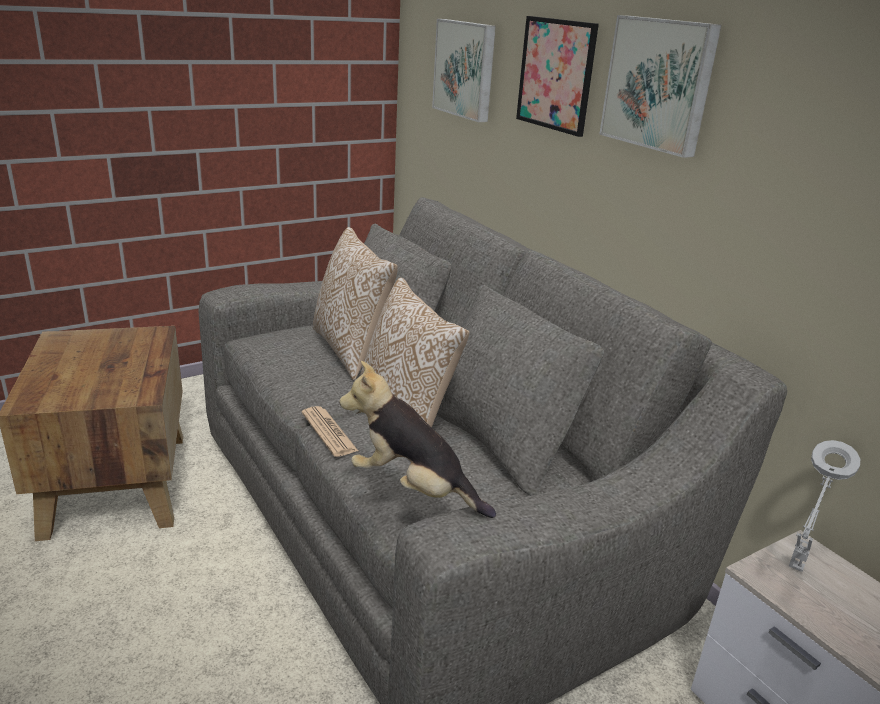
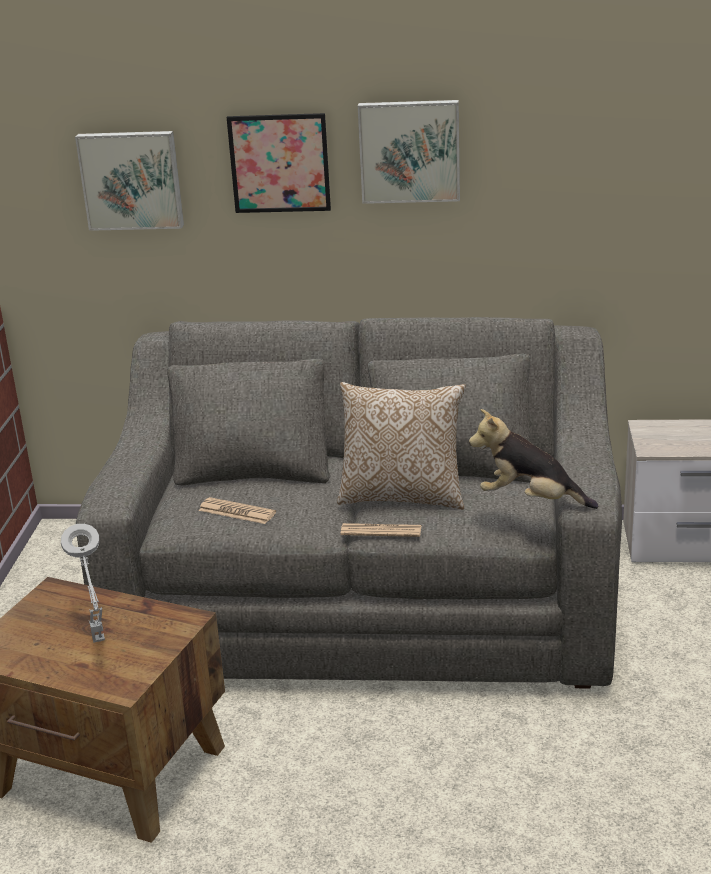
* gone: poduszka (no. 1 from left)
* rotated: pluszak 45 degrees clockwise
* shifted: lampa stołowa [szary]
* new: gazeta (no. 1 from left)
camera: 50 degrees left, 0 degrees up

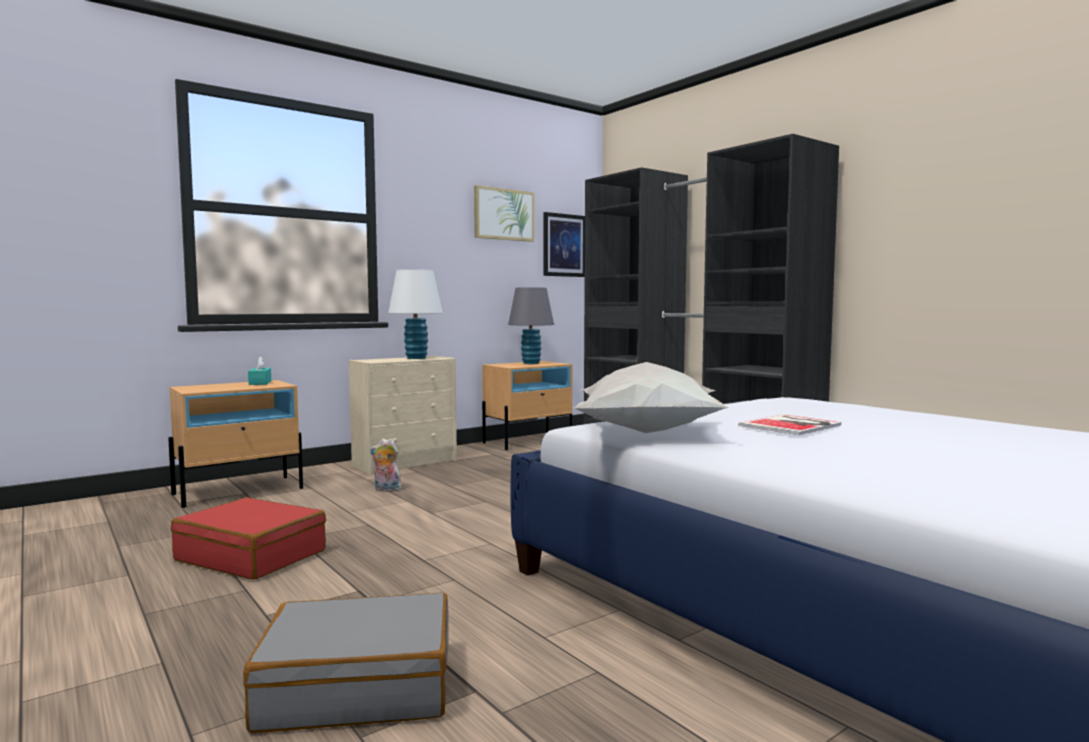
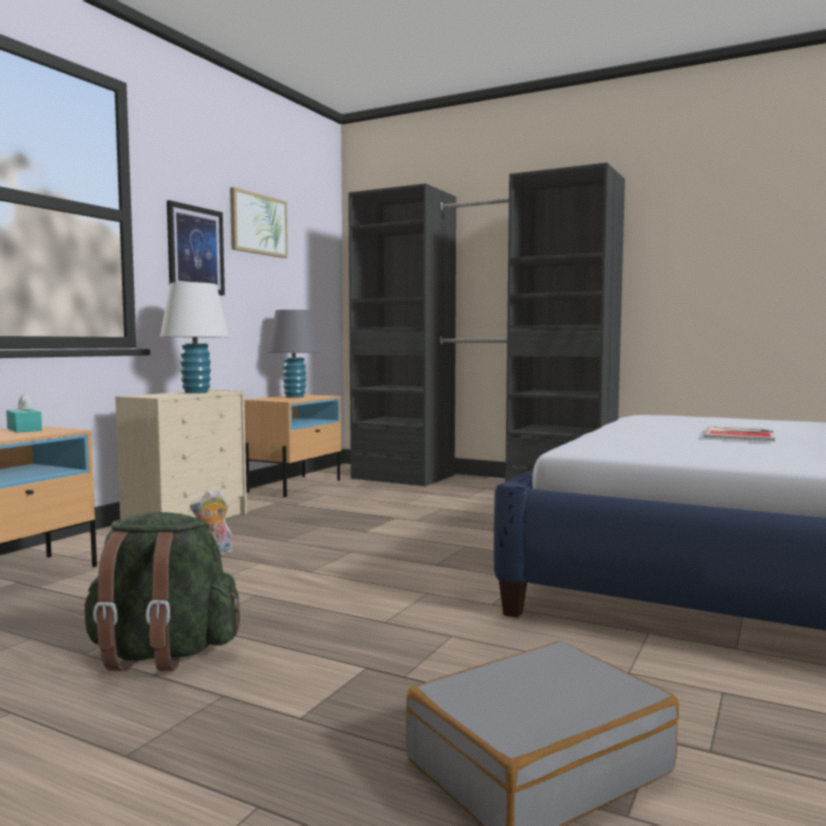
* swapped: walizka [czerwony] to plecak [zielony]
* shifted: obraz (no. 2 from left in the first image) to obraz (no. 1 from left)
* gone: poduszka [biały]
camera: 25 degrees left, 0 degrees up

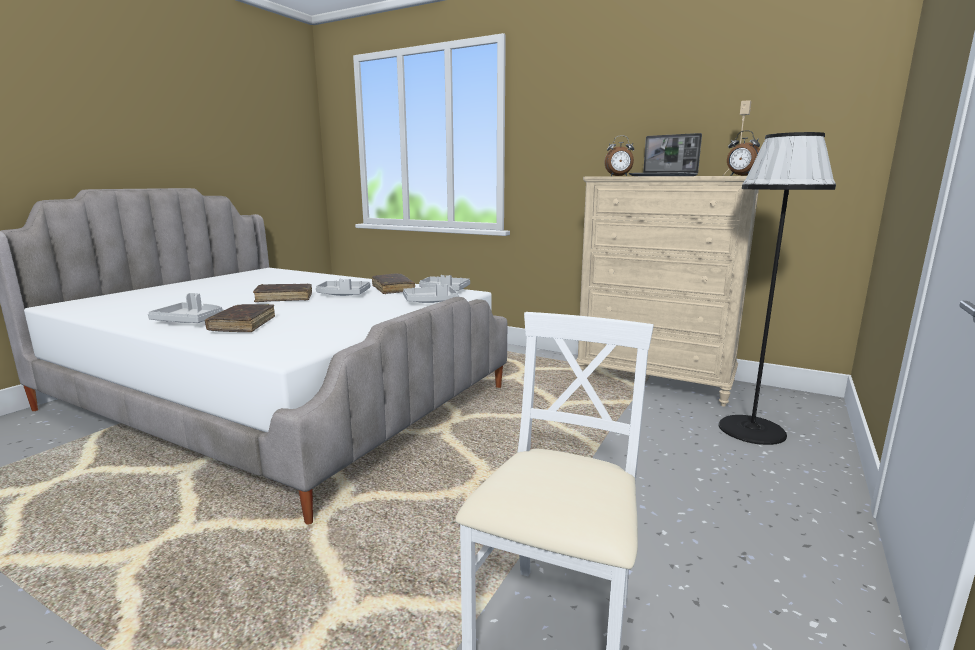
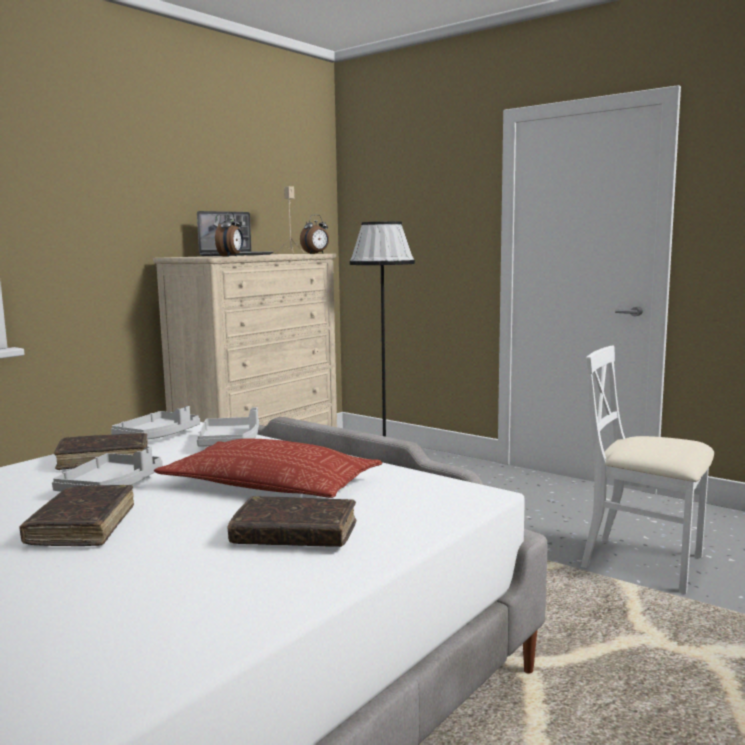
* gone: taca [szary] (no. 1 from left)
* new: poduszka
camera: 80 degrees left, 5 degrees down

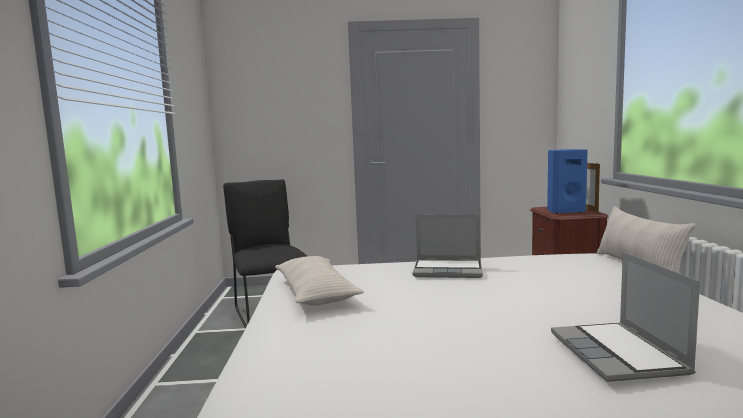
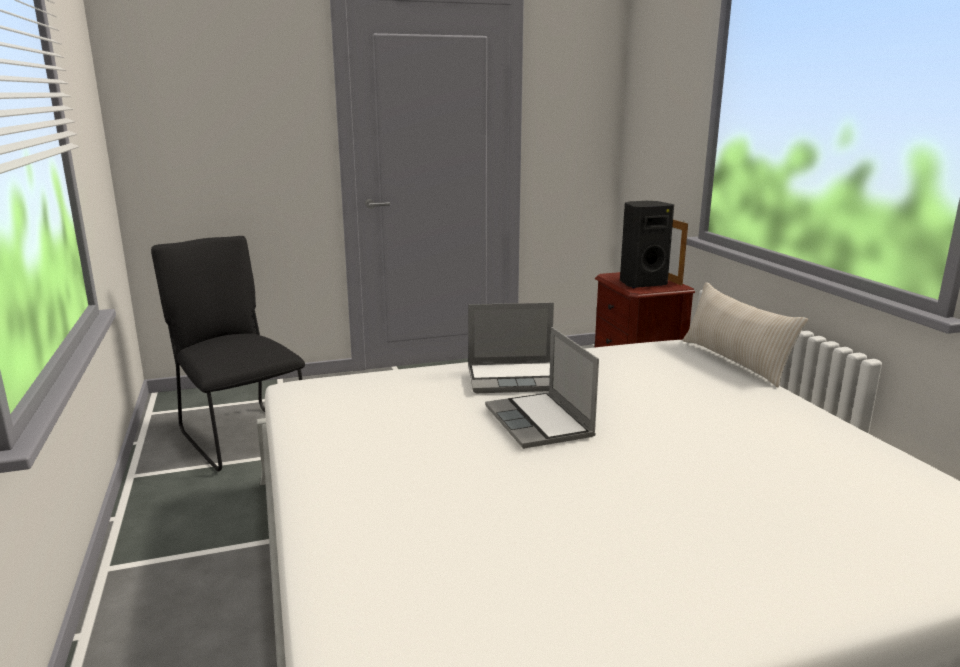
* gone: poduszka [beżowy] (no. 1 from left)
* repainted: głośnik [niebieski] to głośnik [czarny]
* shifted: laptop (no. 2 from left)
camera: 15 degrees left, 10 degrees up

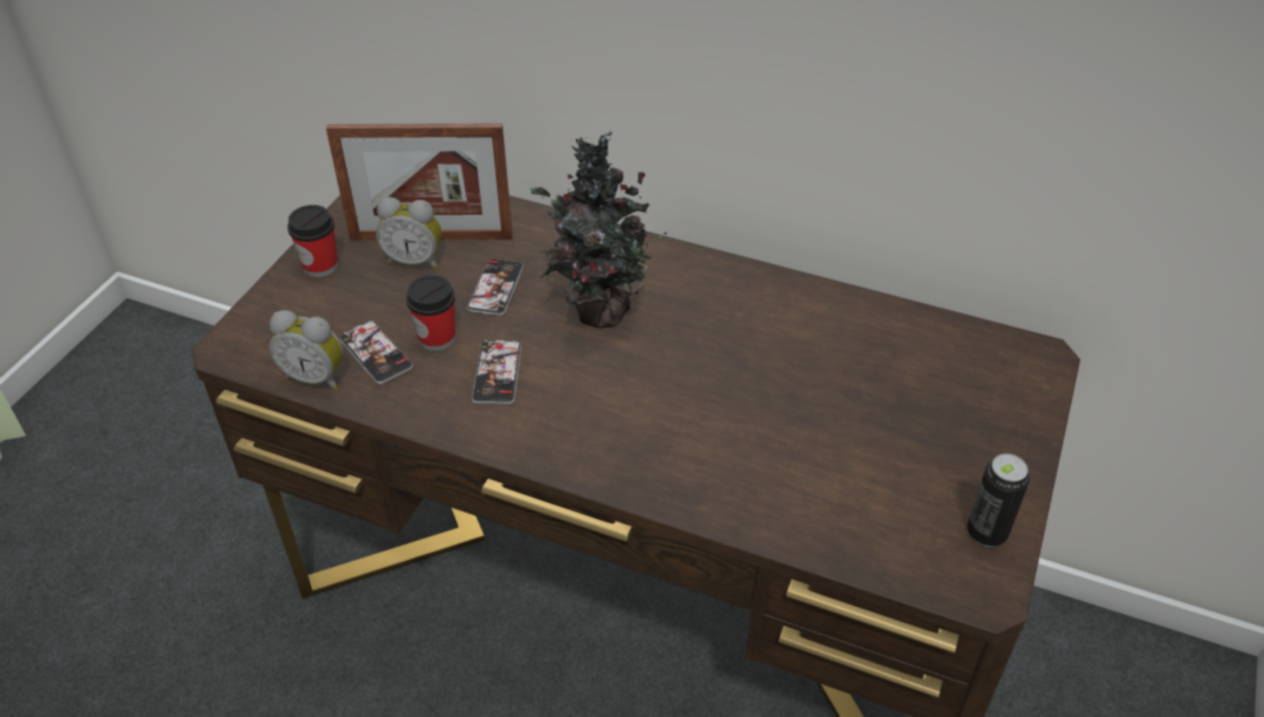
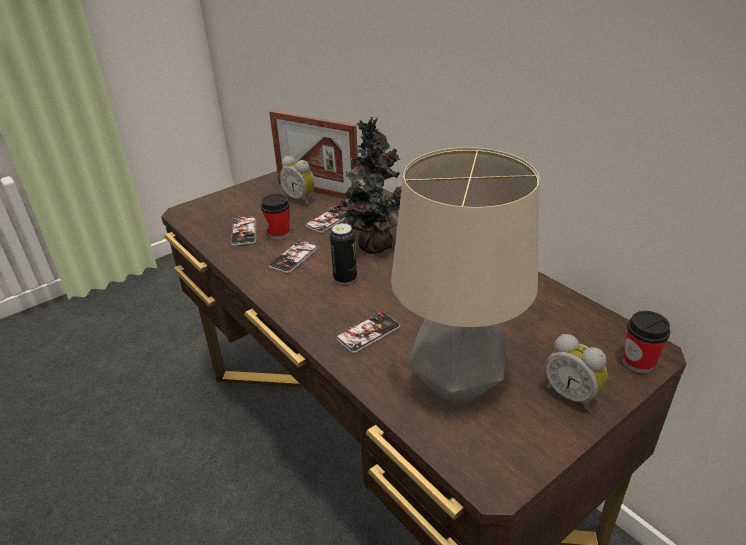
* shifted: budzik (no. 1 from left in the first image) to budzik (no. 2 from left)
* shifted: filiżanka (no. 1 from left in the first image) to filiżanka (no. 2 from left)
* shifted: puszka
* new: telefon (no. 4 from left)
* new: lampa stołowa
camera: 30 degrees right, 10 degrees down

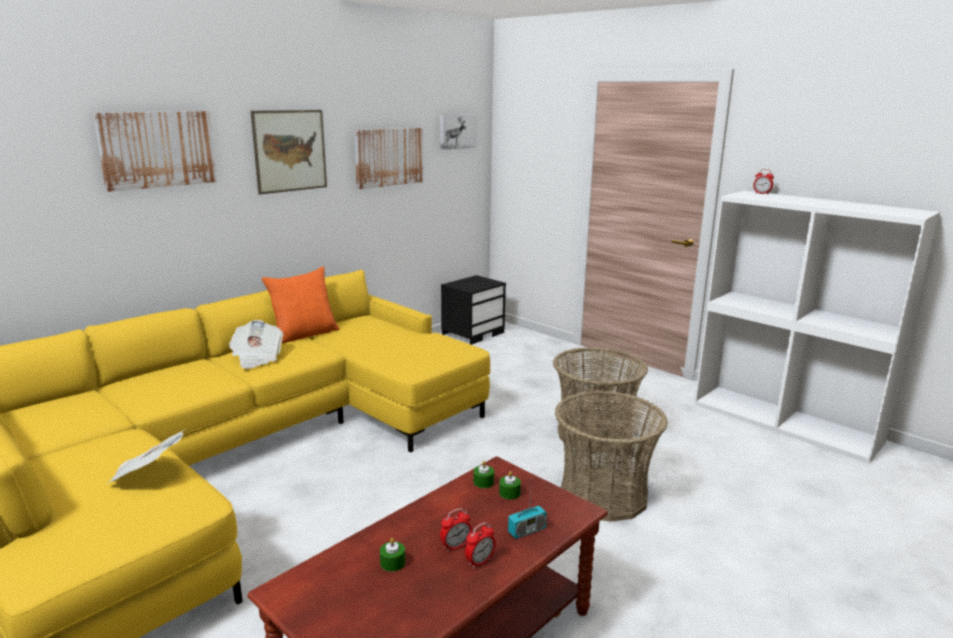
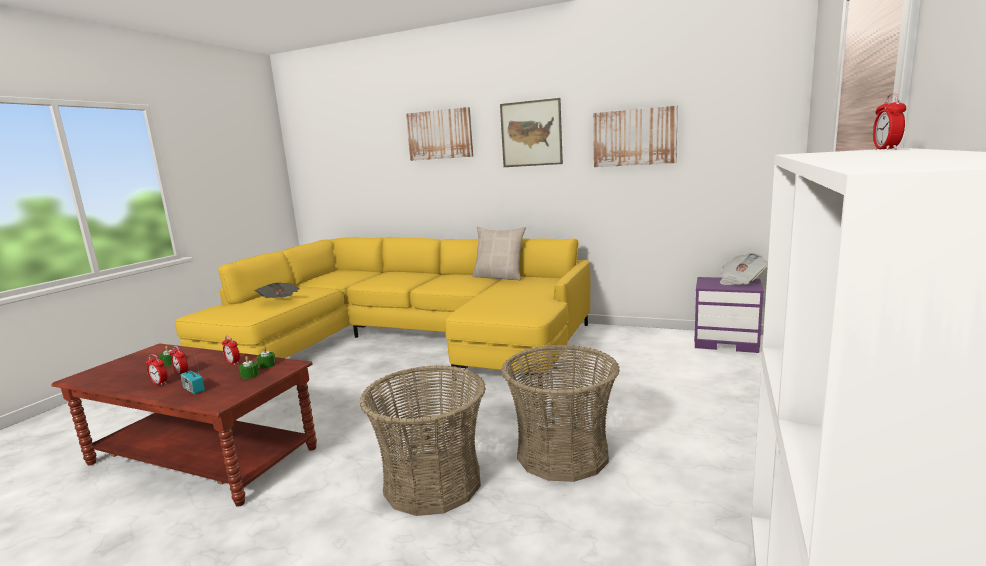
* shifted: gazeta (no. 2 from left)
* repainted: poduszka [pomarańczowy] to poduszka [beżowy]
* gone: obraz (no. 4 from left)
* repainted: szafka nocna [czarny] to szafka nocna [fioletowy]
* new: budzik (no. 3 from left)
camera: 70 degrees right, 5 degrees down

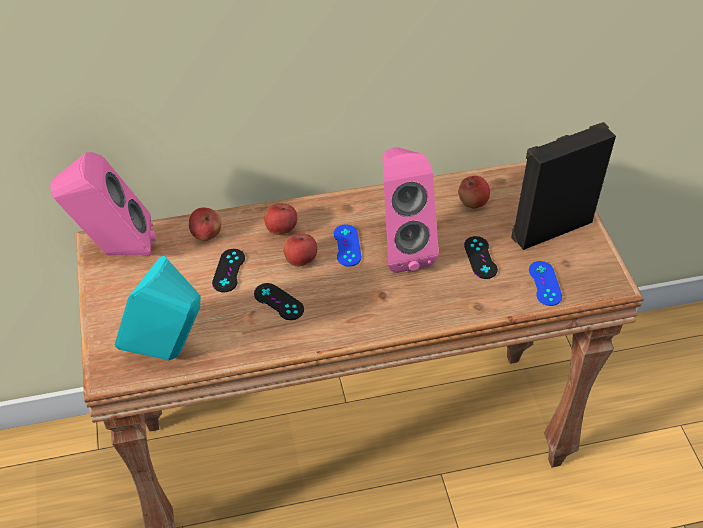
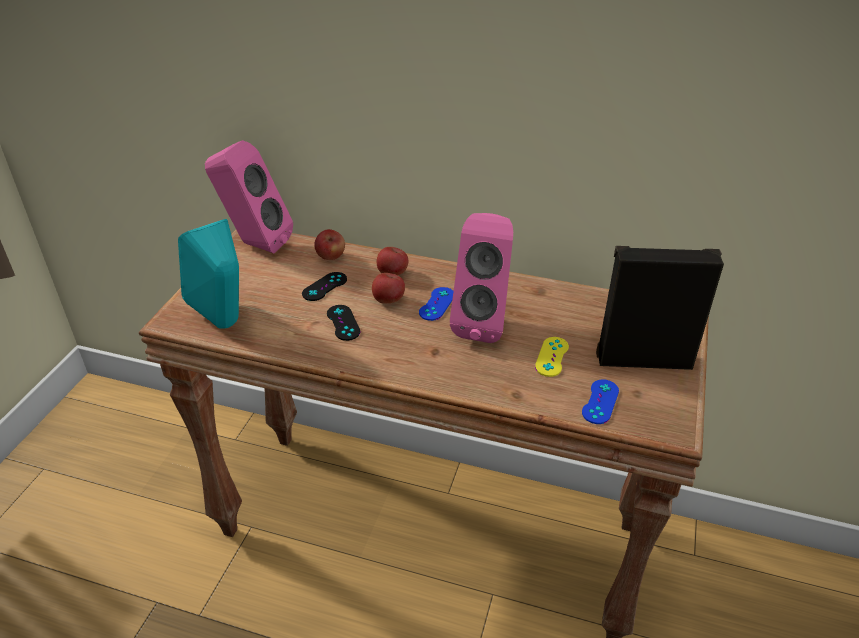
* gone: jabłko (no. 4 from left)
* repainted: pad do gier [czarny] (no. 3 from left) to pad do gier [żółty]
camera: 30 degrees right, 10 degrees down

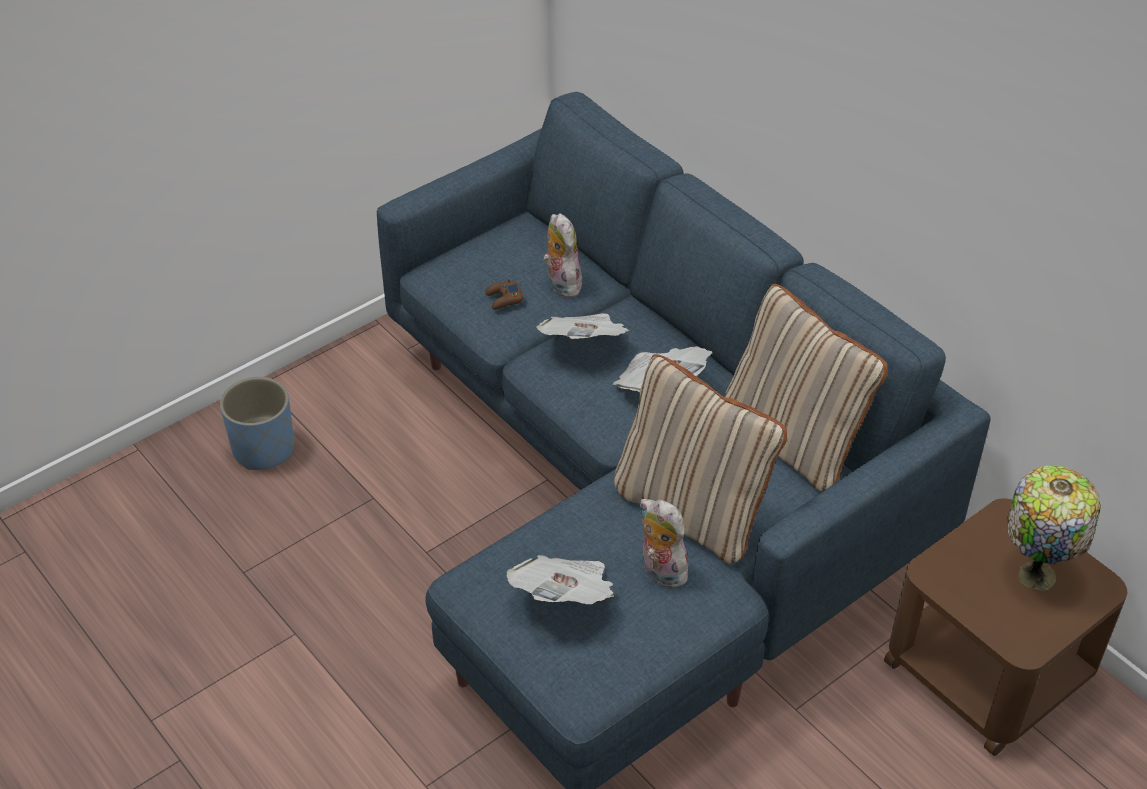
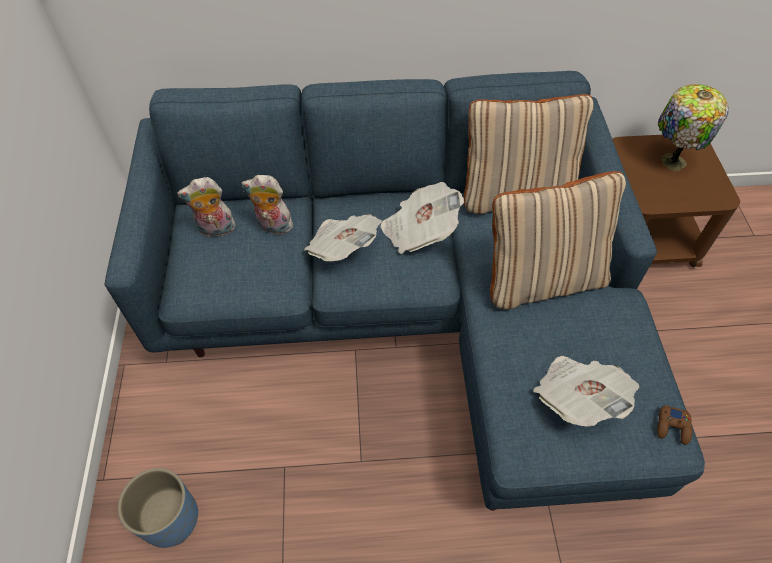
* shifted: pad do gier [brązowy]
* shifted: pluszak (no. 2 from left in the first image) to pluszak (no. 1 from left)
camera: 55 degrees left, 10 degrees up

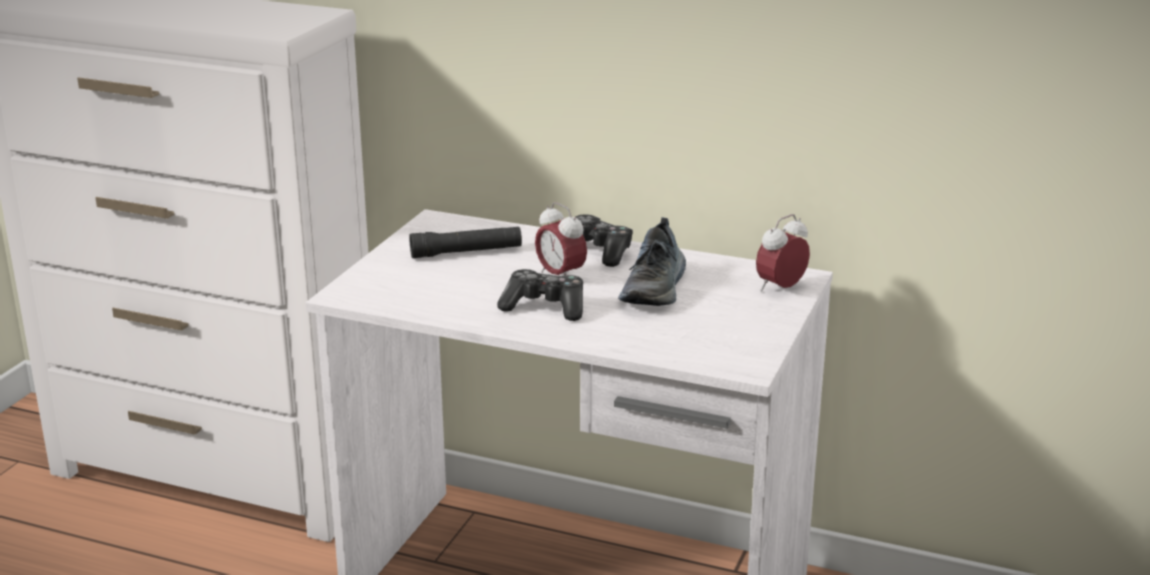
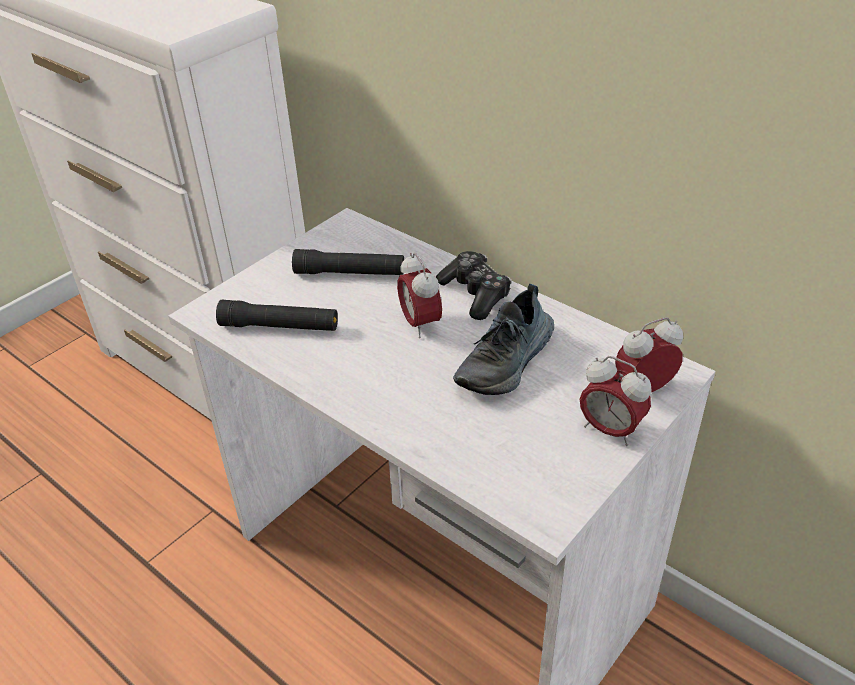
* gone: pad do gier (no. 1 from left)
* new: latarka [czarny] (no. 1 from left)
* new: budzik (no. 2 from left)
camera: 20 degrees right, 15 degrees up

